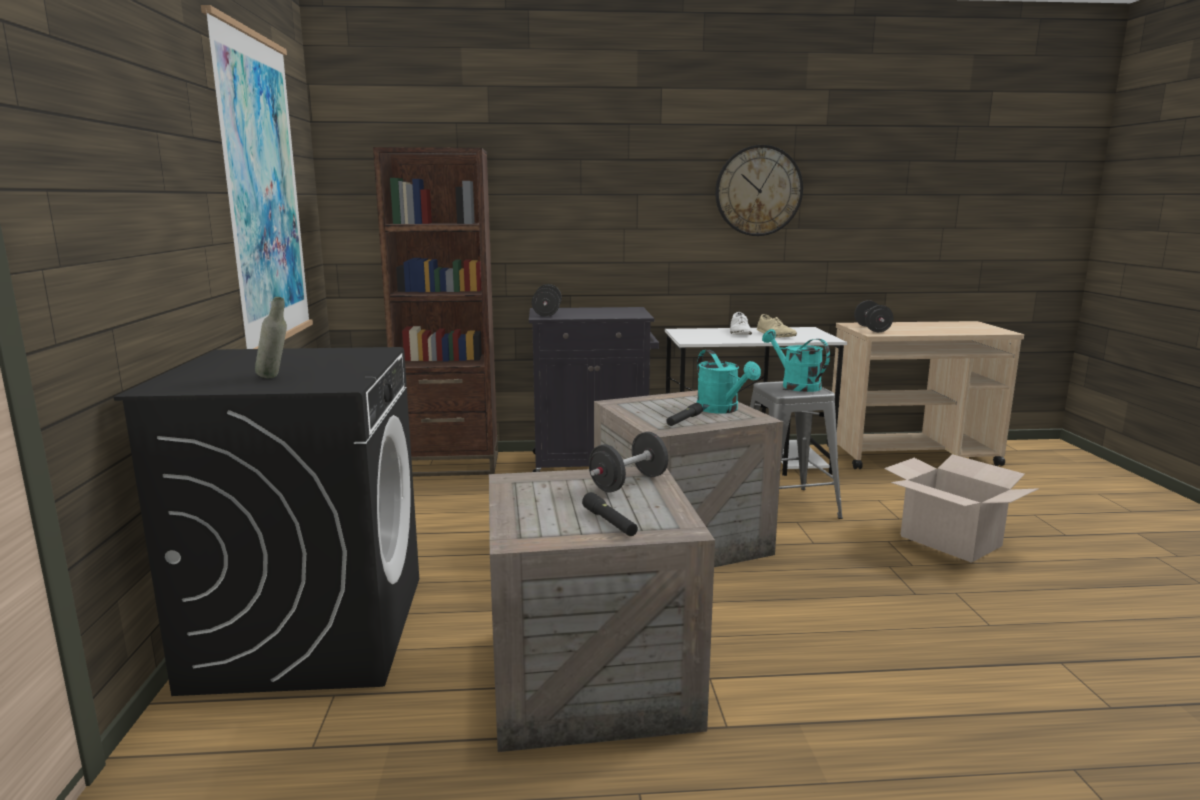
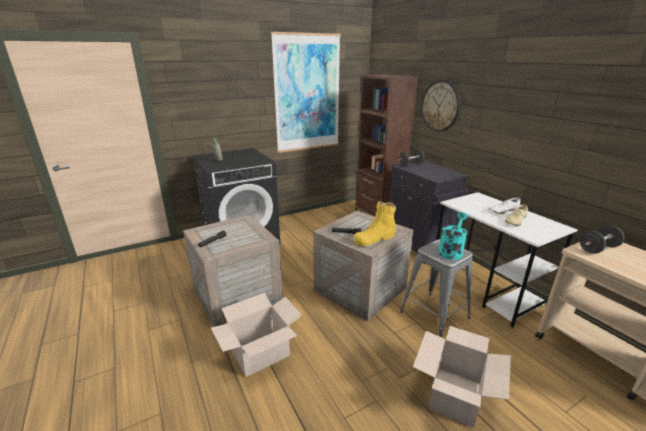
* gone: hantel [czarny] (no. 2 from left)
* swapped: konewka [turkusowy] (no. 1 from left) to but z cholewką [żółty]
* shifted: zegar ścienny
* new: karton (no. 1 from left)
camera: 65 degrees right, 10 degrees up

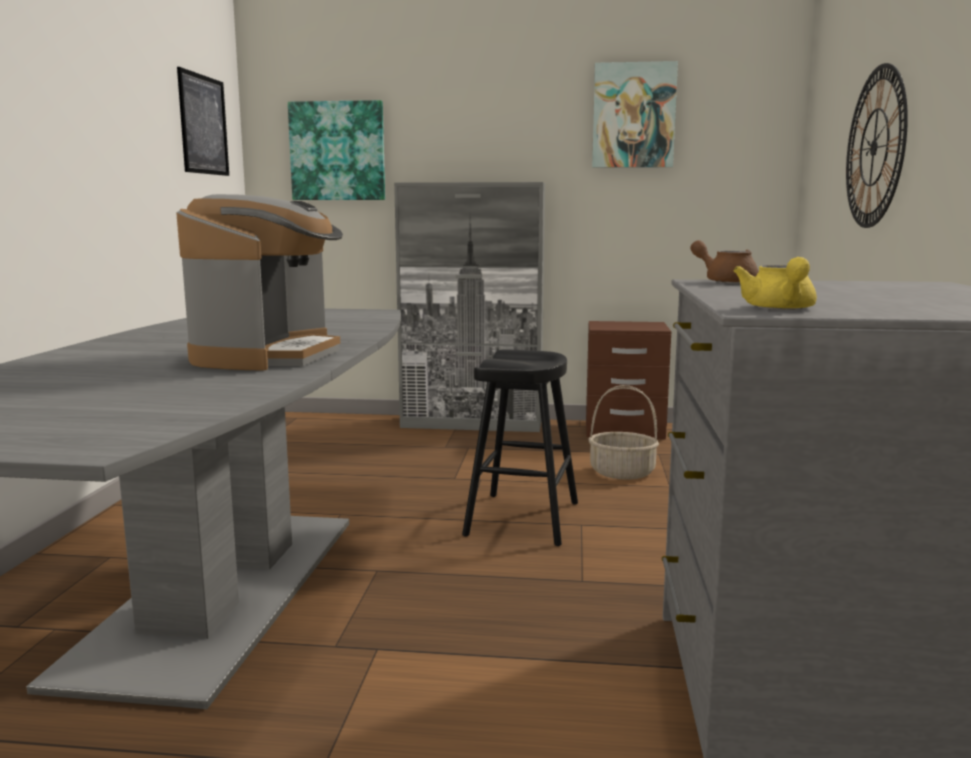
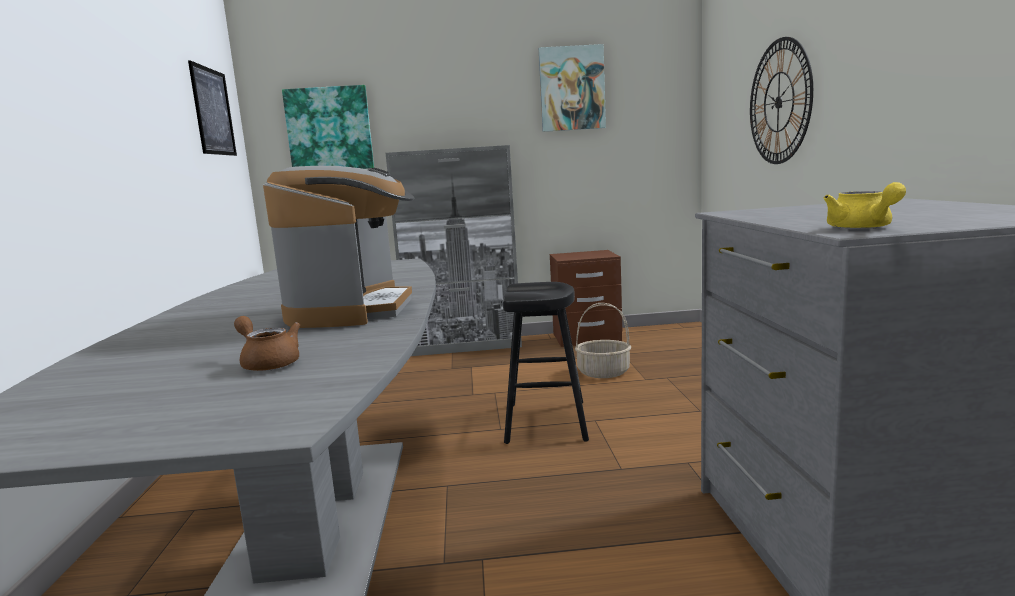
* shifted: imbryk [brązowy]
camera: 10 degrees left, 0 degrees up

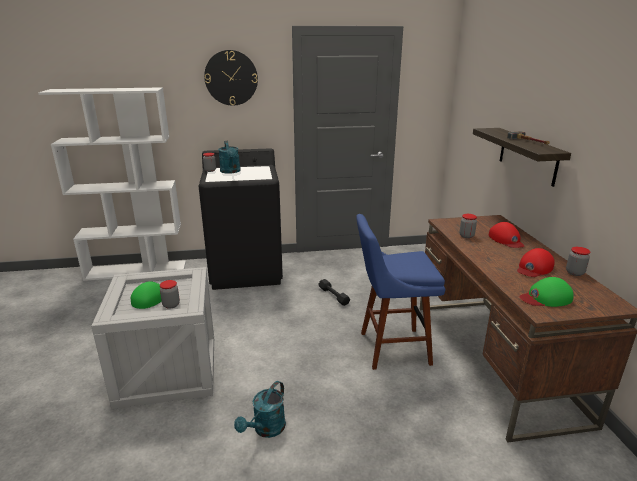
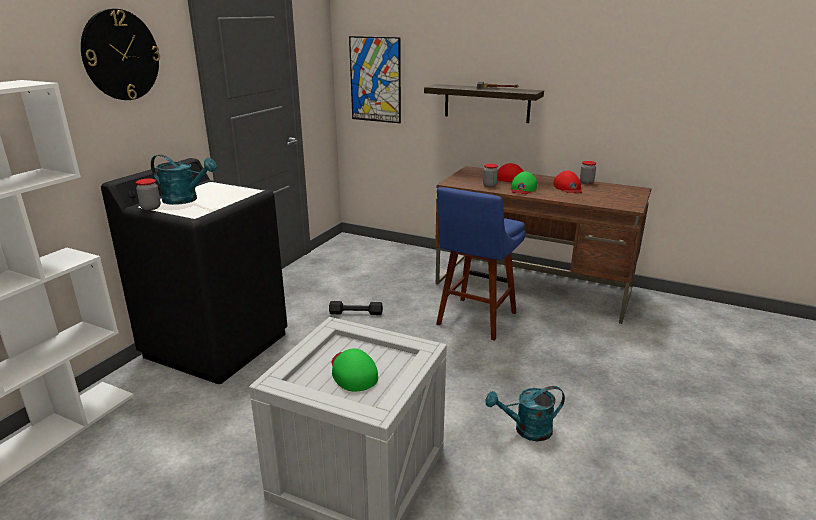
* gone: słoik (no. 1 from left)
* rotated: konewka [turkusowy] (no. 2 from left) 105 degrees clockwise
* shifted: czapka z daszkiem [zielony] (no. 2 from left)
* new: obraz
camera: 55 degrees left, 0 degrees up

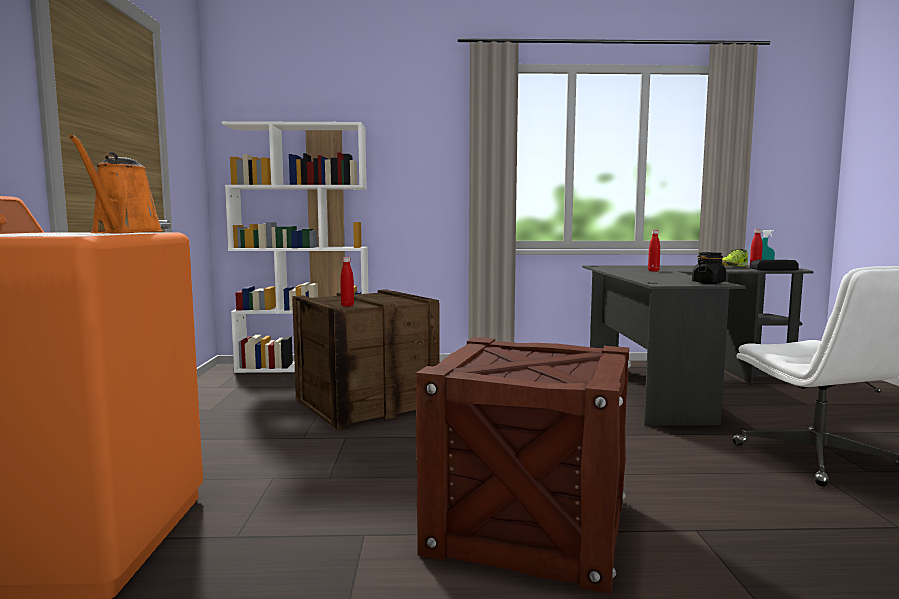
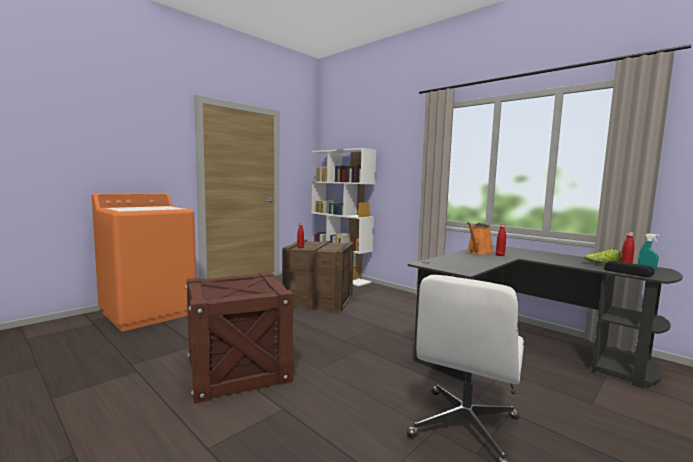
* shifted: konewka [pomarańczowy]
* gone: słoik [czarny]
camera: 45 degrees right, 0 degrees up

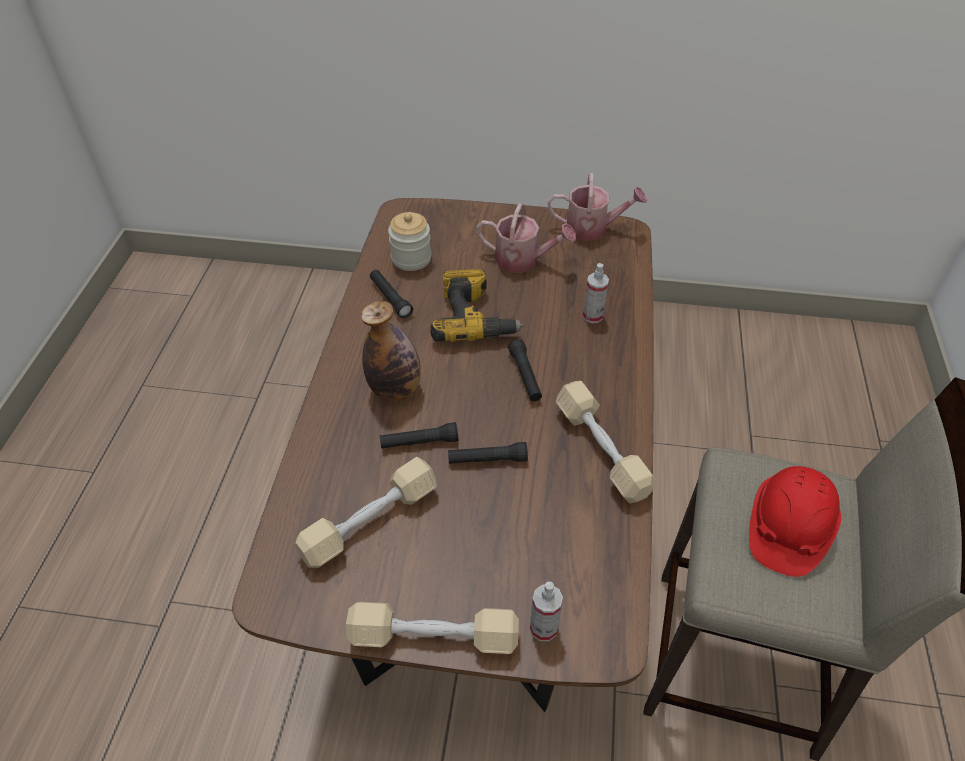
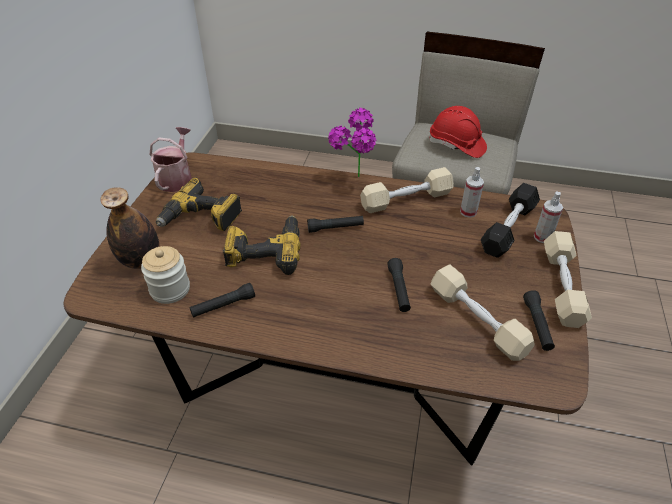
* shifted: butelka
* shifted: latarka [czarny] (no. 3 from left in the first image) to latarka [czarny] (no. 4 from left)
* swapped: konewka (no. 1 from left) to wiertarka (no. 1 from left)
* shifted: spryskiwacz (no. 2 from left in the first image) to spryskiwacz (no. 1 from left)
* new: roślina doniczkowa
* new: hantel [czarny]
camera: 85 degrees left, 5 degrees down

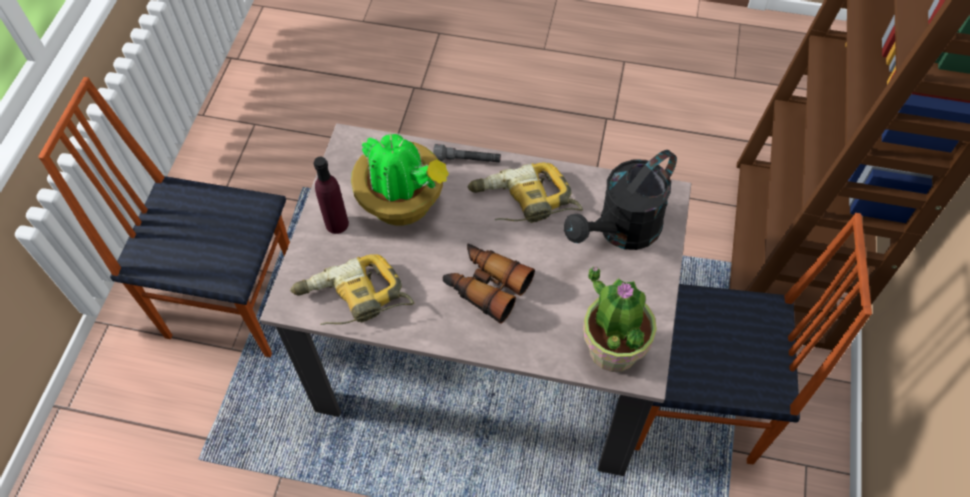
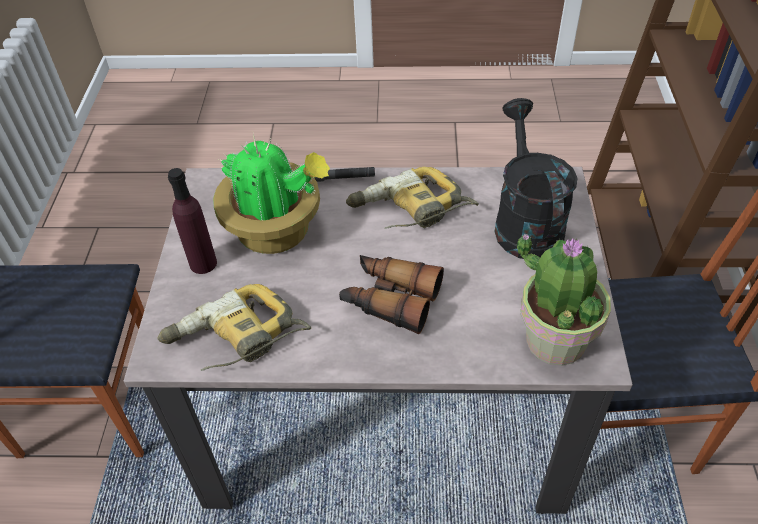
* rotated: konewka [czarny] 135 degrees clockwise
camera: 10 degrees left, 10 degrees down

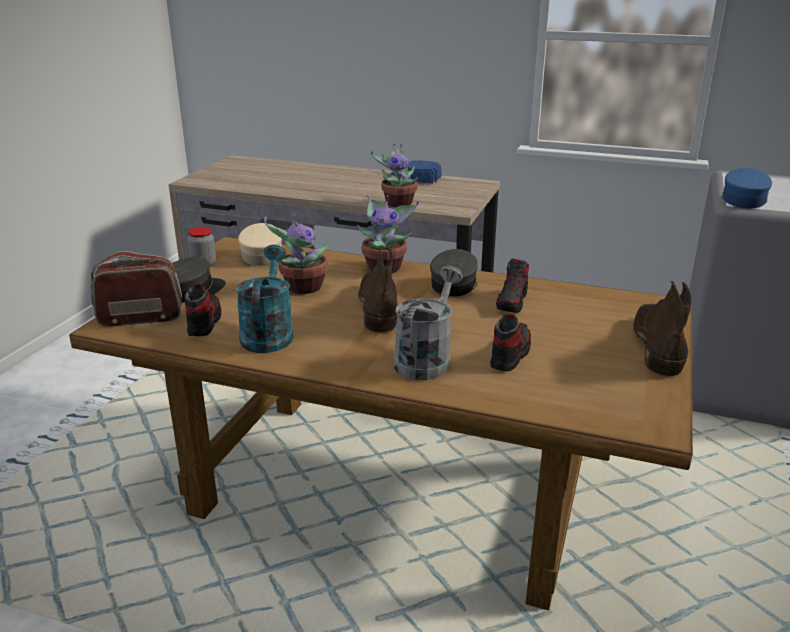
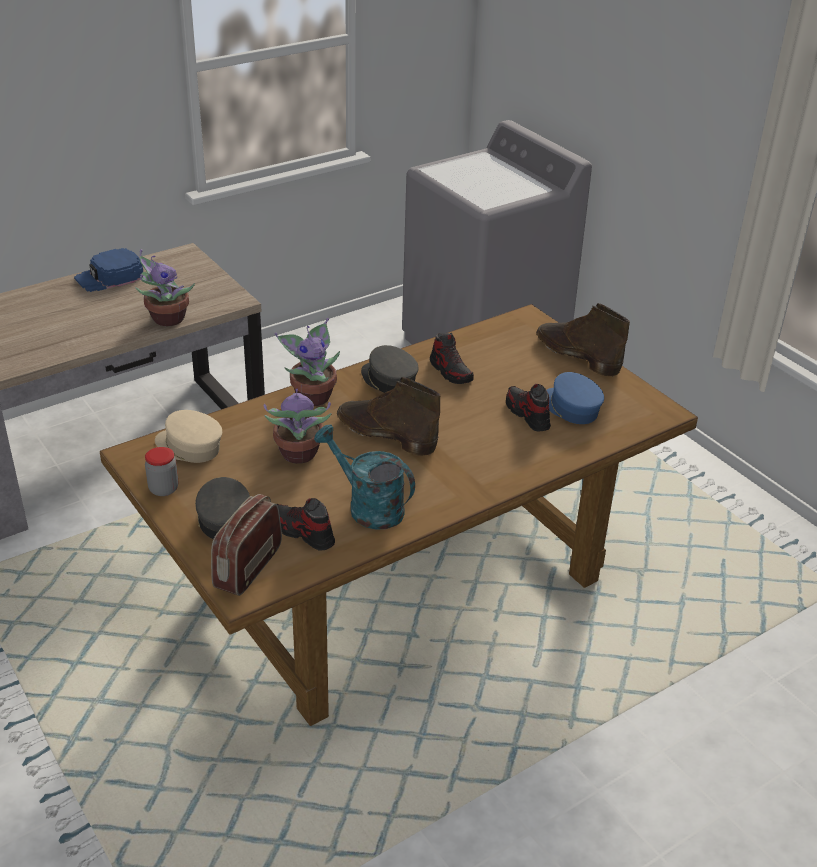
* gone: konewka [szary]
* shifted: czapka z daszkiem [niebieski] (no. 2 from left)
camera: 55 degrees left, 10 degrees up

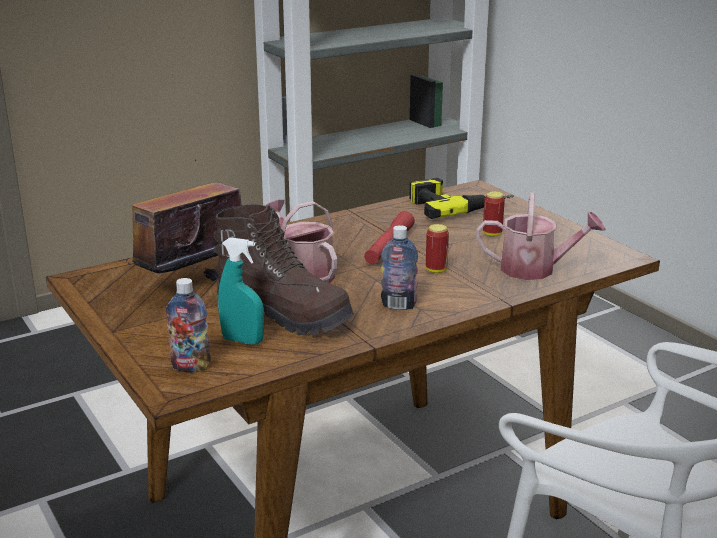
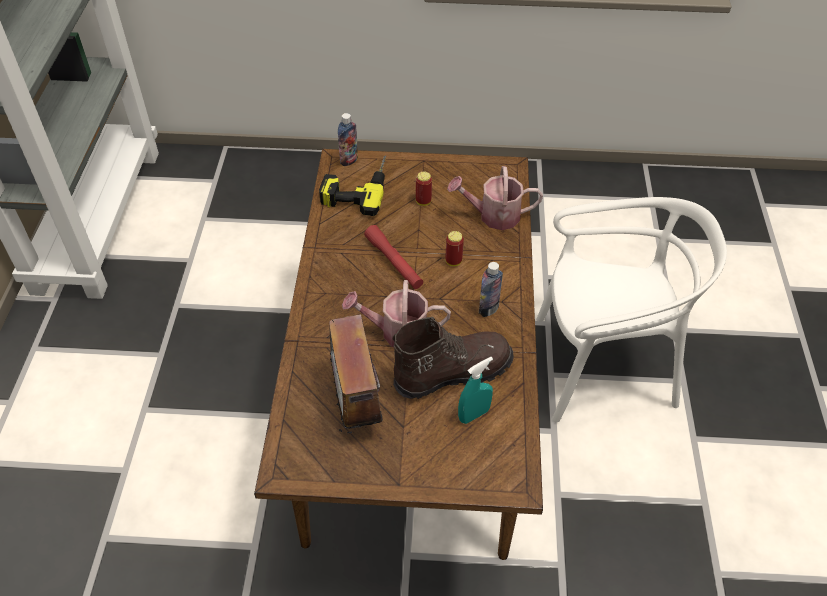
* shifted: butelka (no. 1 from left)
* rotated: konewka (no. 2 from left) 135 degrees counterclockwise
camera: 55 degrees left, 25 degrees up

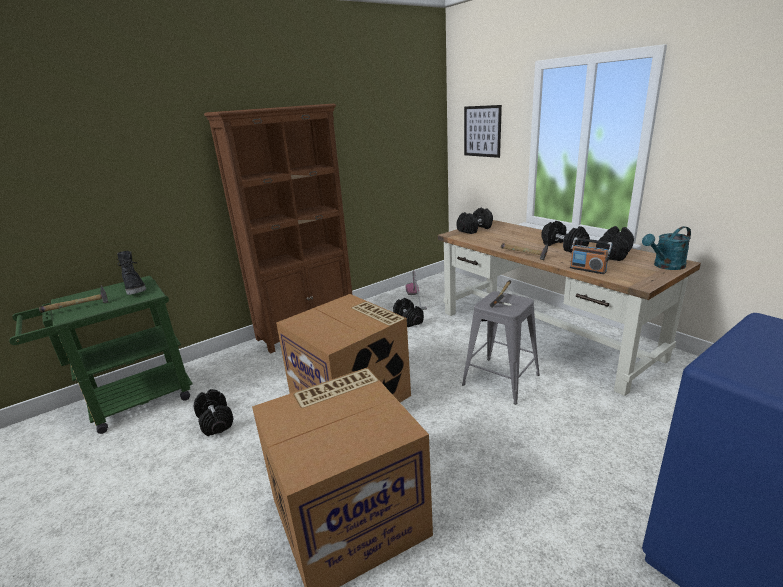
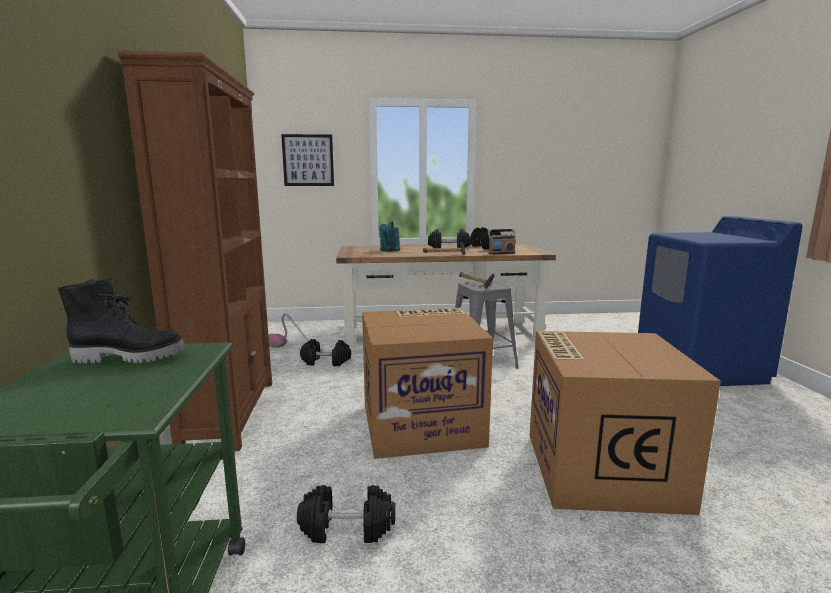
* gone: młotek (no. 1 from left)
* gone: hantel [czarny] (no. 3 from left)
* shifted: konewka [turkusowy]
camera: 60 degrees left, 10 degrees down

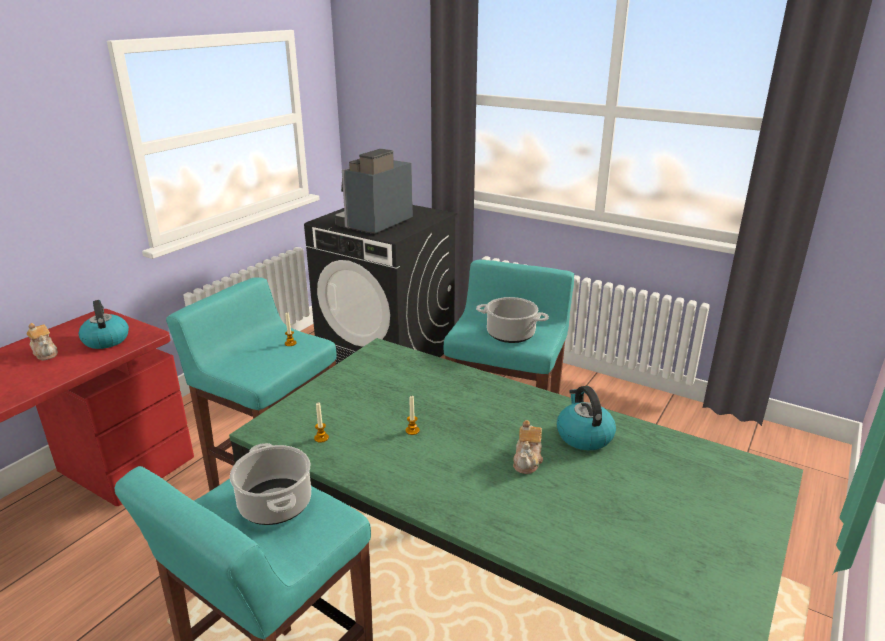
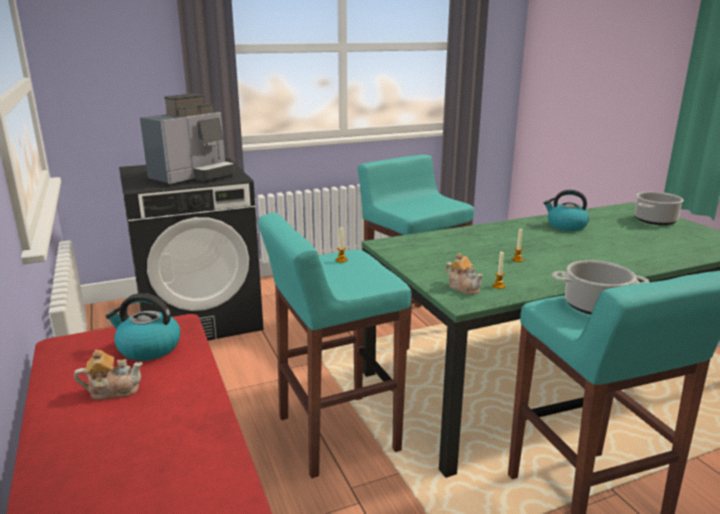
* rotated: ekspres do kawy 120 degrees counterclockwise
* shifted: garnek (no. 2 from left)
* shifted: imbryk (no. 2 from left)
camera: 55 degrees left, 5 degrees down

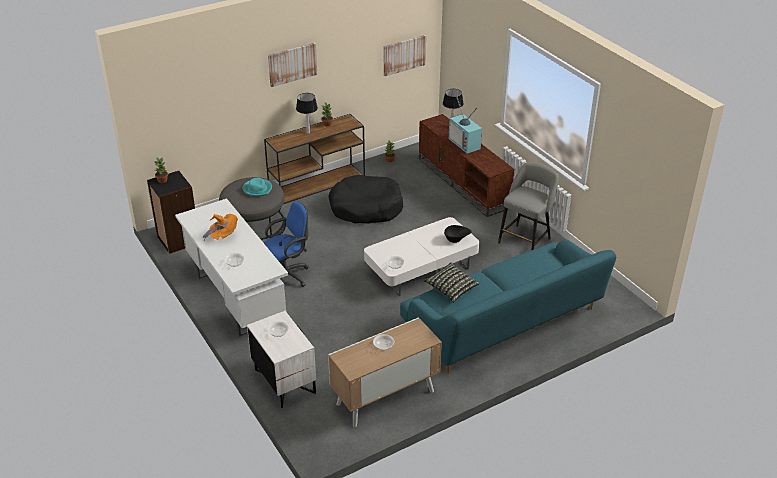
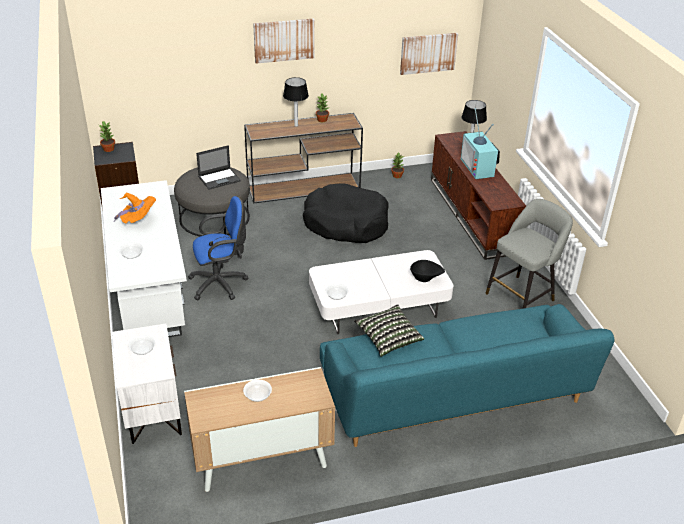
* swapped: kapelusz [turkusowy] to laptop
camera: 15 degrees right, 0 degrees up

